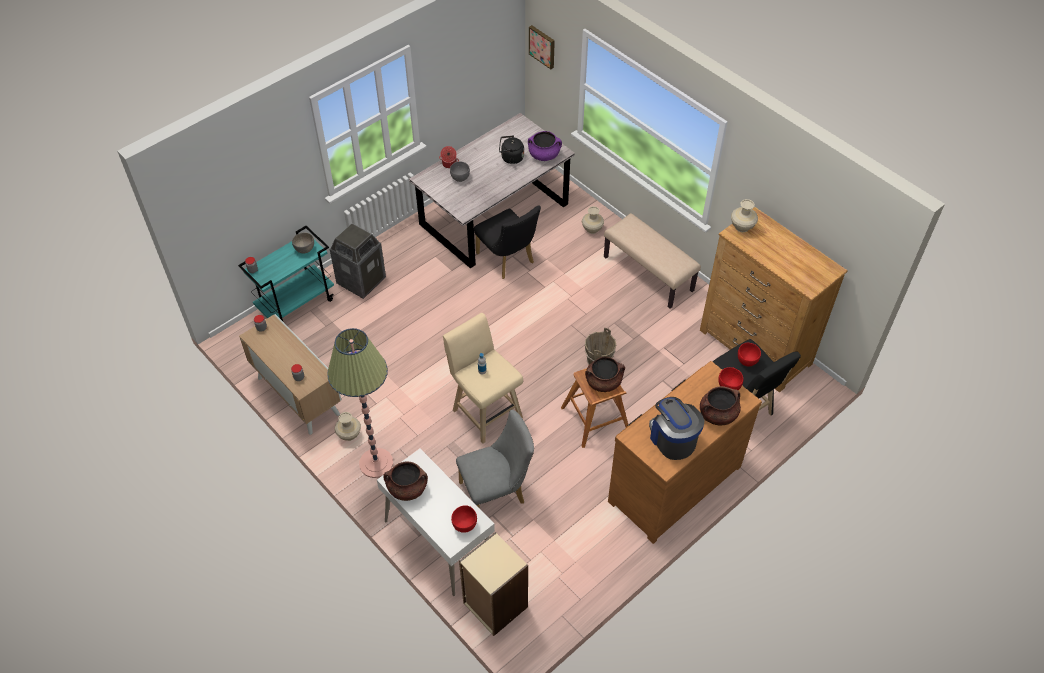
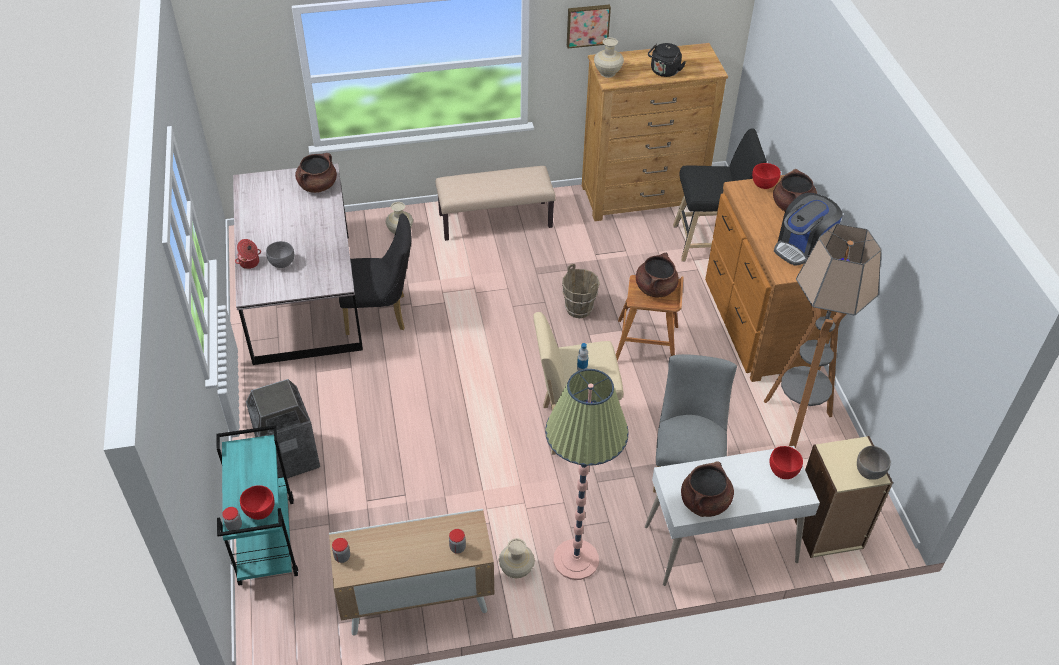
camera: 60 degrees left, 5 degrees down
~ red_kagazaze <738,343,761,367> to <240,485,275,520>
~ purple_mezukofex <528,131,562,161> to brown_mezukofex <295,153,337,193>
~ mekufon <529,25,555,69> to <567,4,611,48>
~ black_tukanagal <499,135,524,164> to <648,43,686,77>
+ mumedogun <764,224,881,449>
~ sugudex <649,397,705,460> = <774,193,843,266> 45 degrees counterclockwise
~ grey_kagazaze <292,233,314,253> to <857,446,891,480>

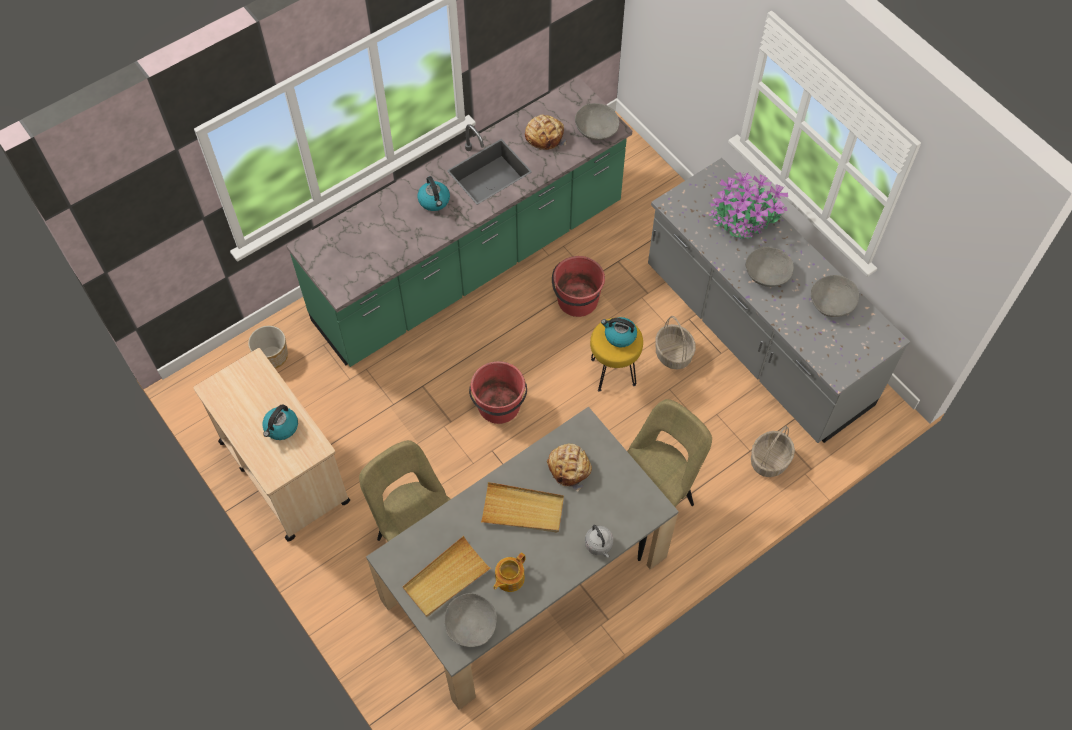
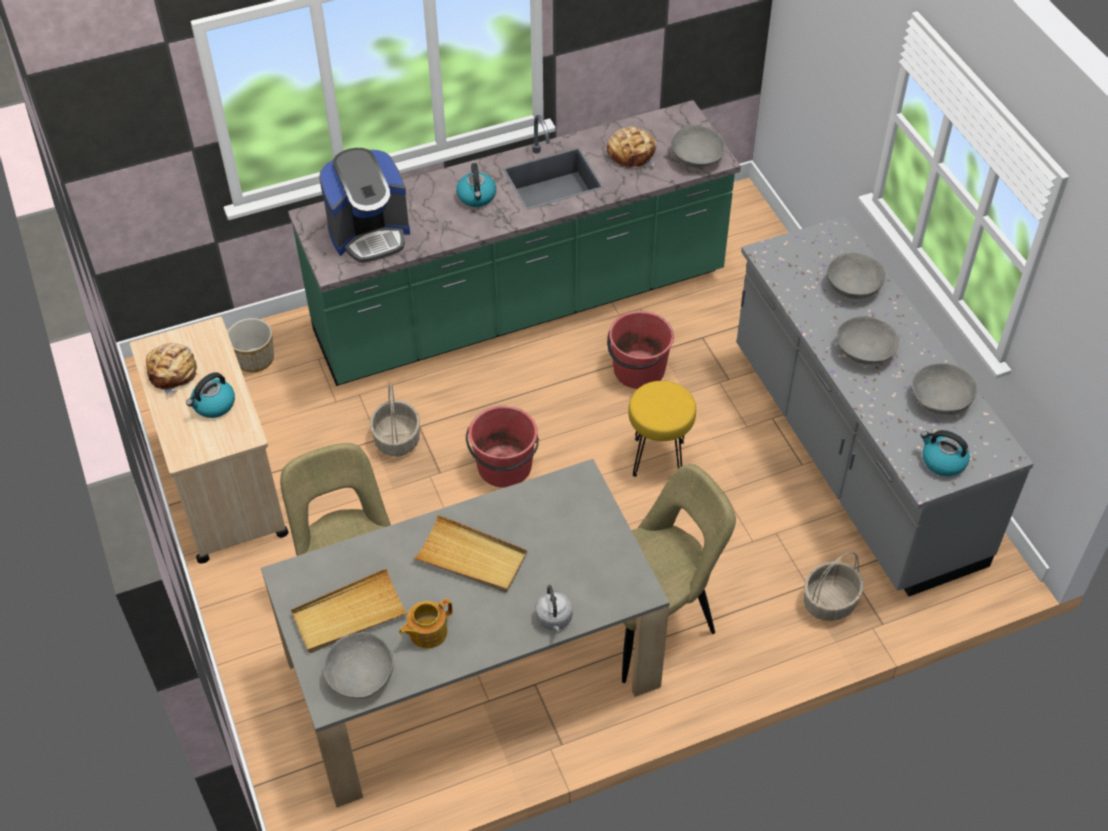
camera: 15 degrees right, 10 degrees down
~ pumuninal <547,444,592,492> to <146,343,198,396>
+ sugudex <319,148,410,263>
~ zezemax <655,316,696,370> to <370,383,420,457>
~ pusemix <709,172,788,239> to grey_kagazaze <827,253,886,299>
~ tukanagal <601,317,637,347> to <921,430,970,476>

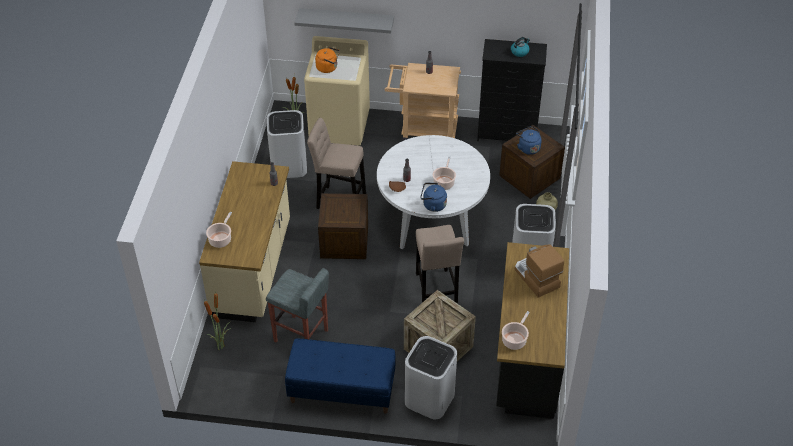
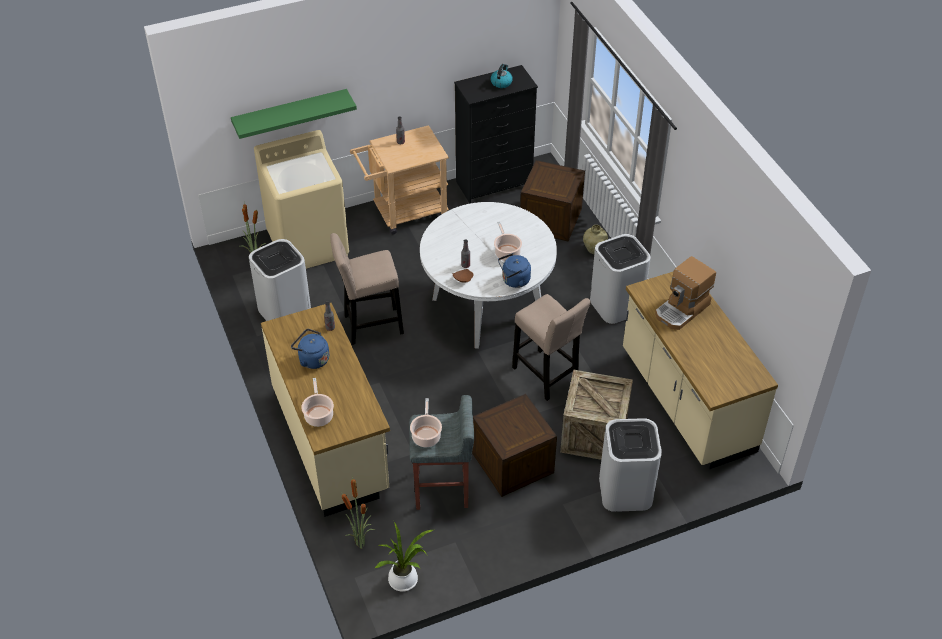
camera: 30 degrees left, 0 degrees up
~ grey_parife <294,8,394,33> to green_parife <231,89,357,139>
~ blue_tukanagal <516,126,542,155> to <291,329,329,369>
+ pusemix <375,522,433,592>
~ mezukofex <502,311,530,350> to <410,398,442,447>
~ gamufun <318,193,368,259> to <472,394,557,497>
~ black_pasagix <496,242,569,419> to beige_pasagix <623,271,778,469>
~ sugudex <515,245,564,298> = <655,256,716,330> 75 degrees counterclockwise
- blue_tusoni <285,339,396,414>
- orange_tukanagal <315,47,340,73>

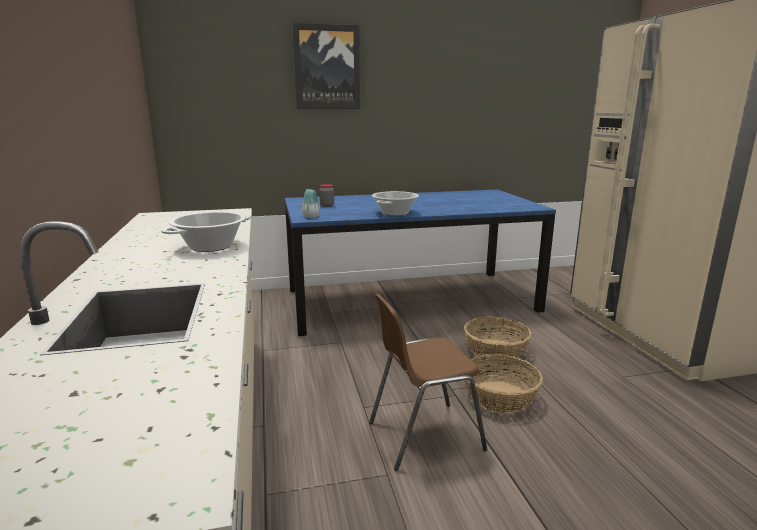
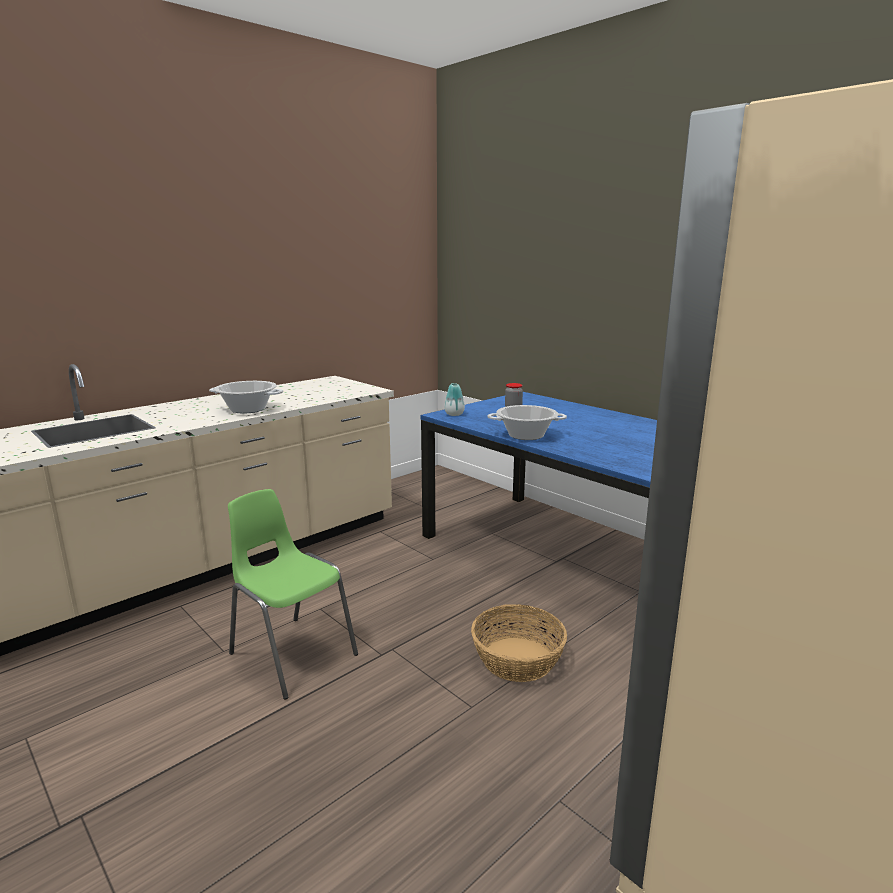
camera: 60 degrees right, 0 degrees up
~ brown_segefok <369,294,488,471> to green_segefok <228,489,358,700>
- mekufon <293,23,360,109>
- zezemax <464,354,543,414>

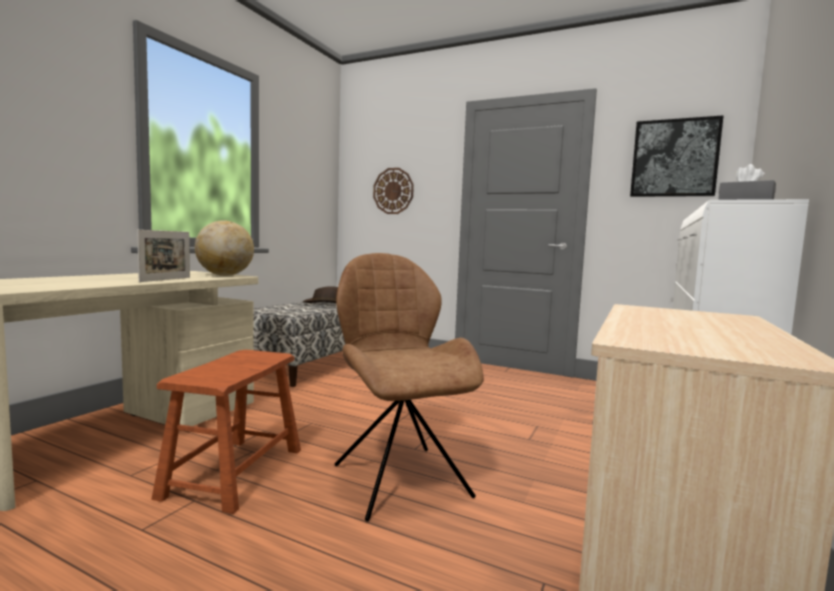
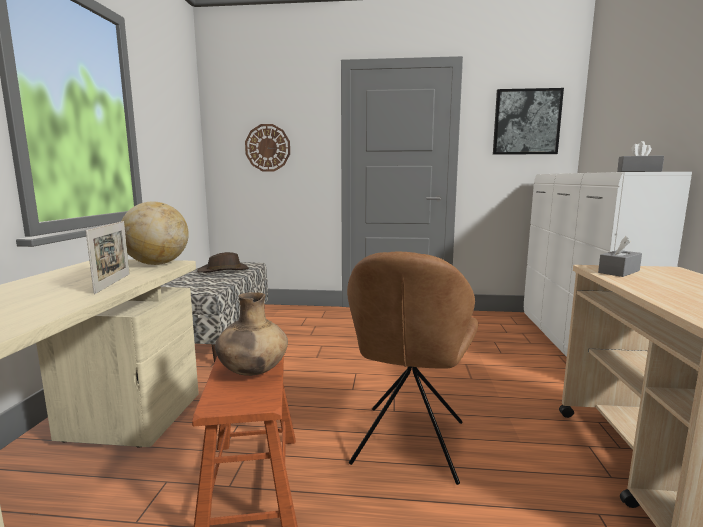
camera: 20 degrees left, 5 degrees up
+ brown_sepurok <215,292,288,376>
~ brown_segefok <335,253,484,521> = <347,252,478,485> 120 degrees counterclockwise
+ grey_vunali <598,236,642,277>

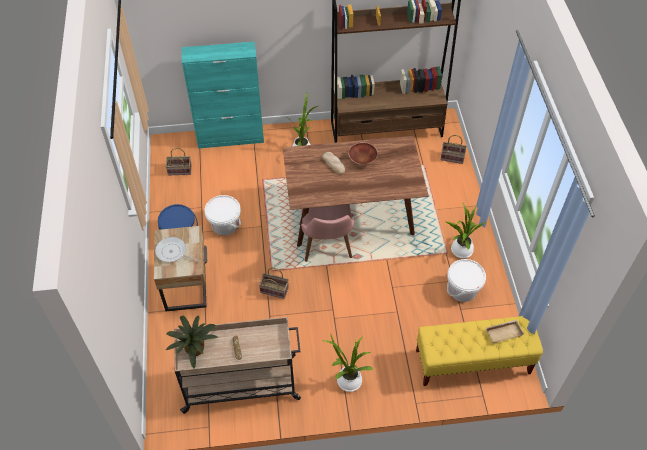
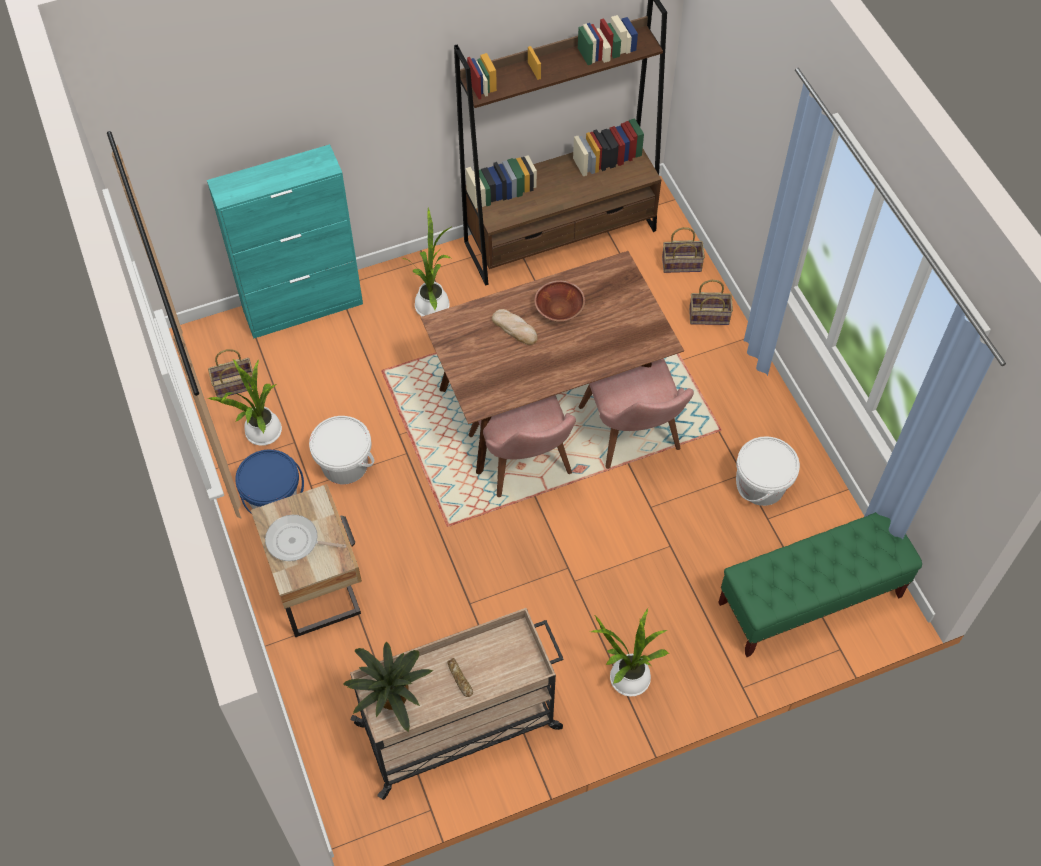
camera: 15 degrees left, 5 degrees up
~ pusemix <446,203,488,258> to <208,359,282,446>
+ pink_segefok <579,358,694,469>
~ zezemax <259,268,289,299> to <689,280,733,325>
~ yellow_tusoni <416,316,543,386> to green_tusoni <718,512,922,657>
- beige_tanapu <485,320,524,343>

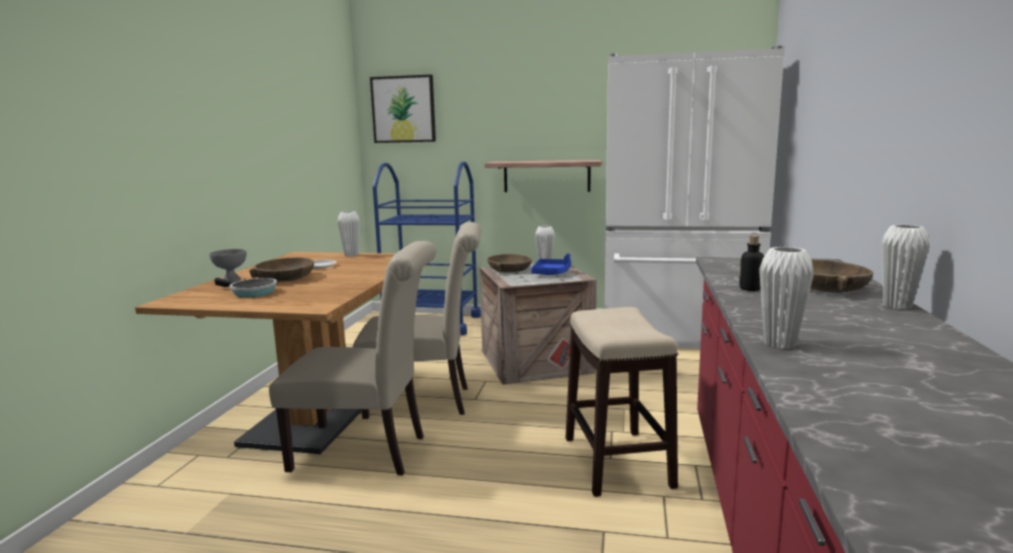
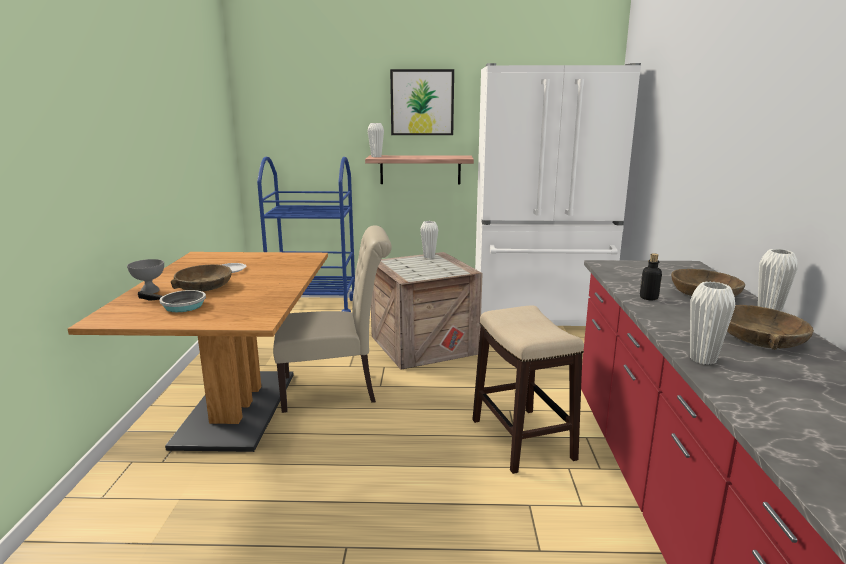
camera: 10 degrees left, 5 degrees up
~ white_sepurok <337,211,360,256> to <368,123,384,157>
~ mekufon <370,75,436,143> to <390,69,454,135>
~ brown_kagazaze <487,254,532,273> to <727,305,814,350>
- beige_segefok <269,241,436,475>
- blue_tanapu <531,253,571,275>

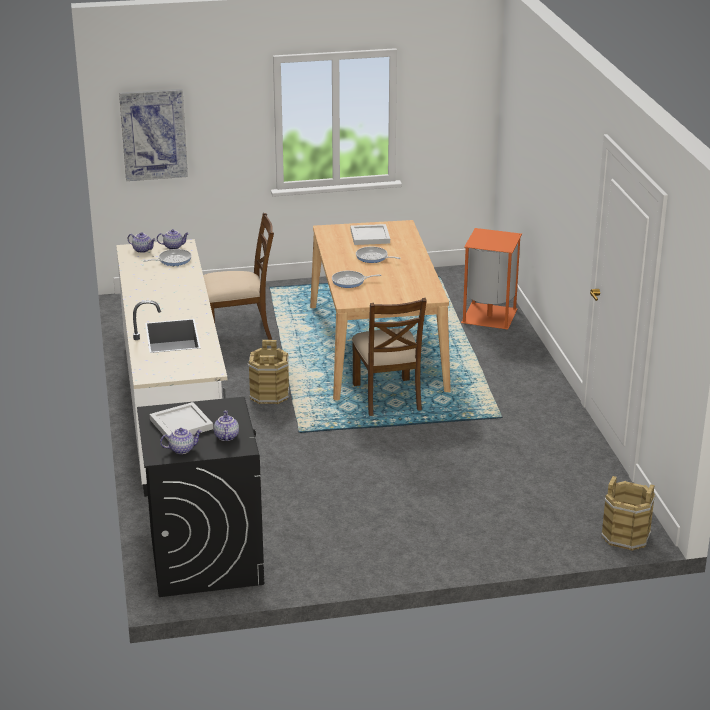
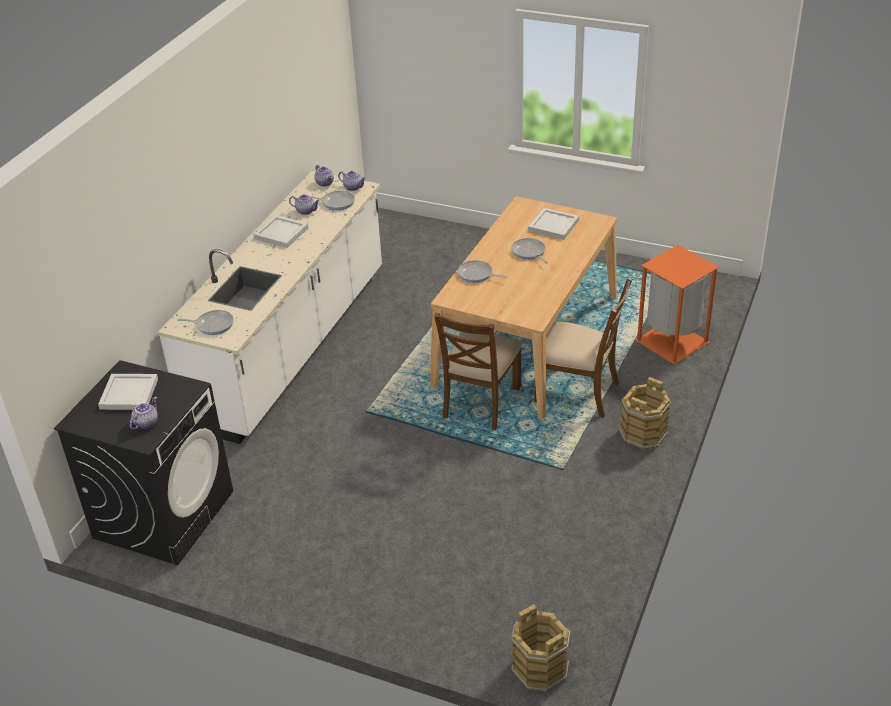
camera: 35 degrees right, 10 degrees up
+ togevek <177,310,234,335>
+ white_tanapu <254,215,308,248>
~ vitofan <160,428,202,454> to <289,194,320,215>
~ brown_segefok <203,213,274,340> to <535,277,632,417>
~ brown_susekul <248,340,289,404> to <619,377,671,450>
- mekufon <119,89,188,181>

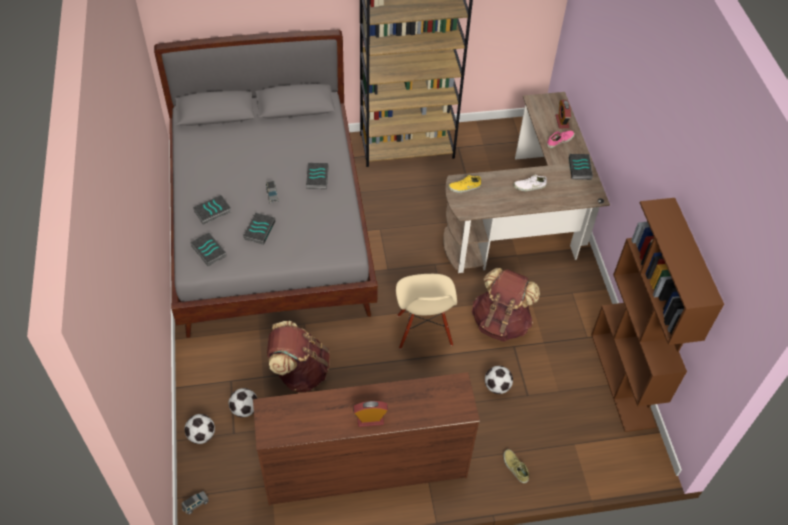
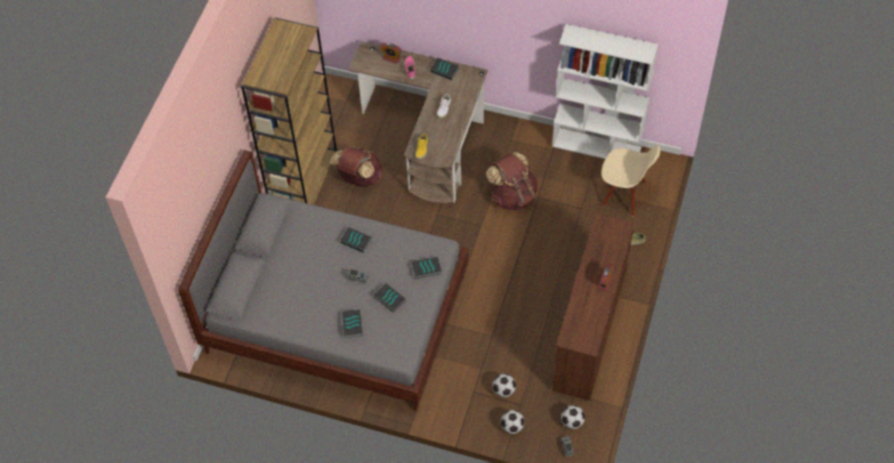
camera: 60 degrees left, 5 degrees up
~ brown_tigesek <267,321,330,392> to <330,146,383,187>
~ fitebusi <190,233,226,267> to <412,257,442,279>
~ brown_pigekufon <591,198,724,432> to white_pigekufon <552,24,658,159>
~ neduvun <485,366,513,394> to <561,405,585,429>
~ beige_segefok <396,274,457,349> to <601,145,660,216>

